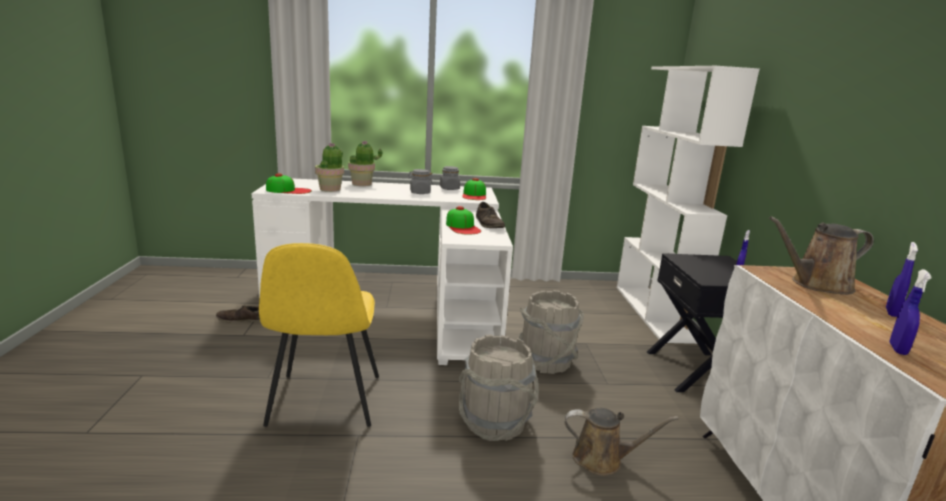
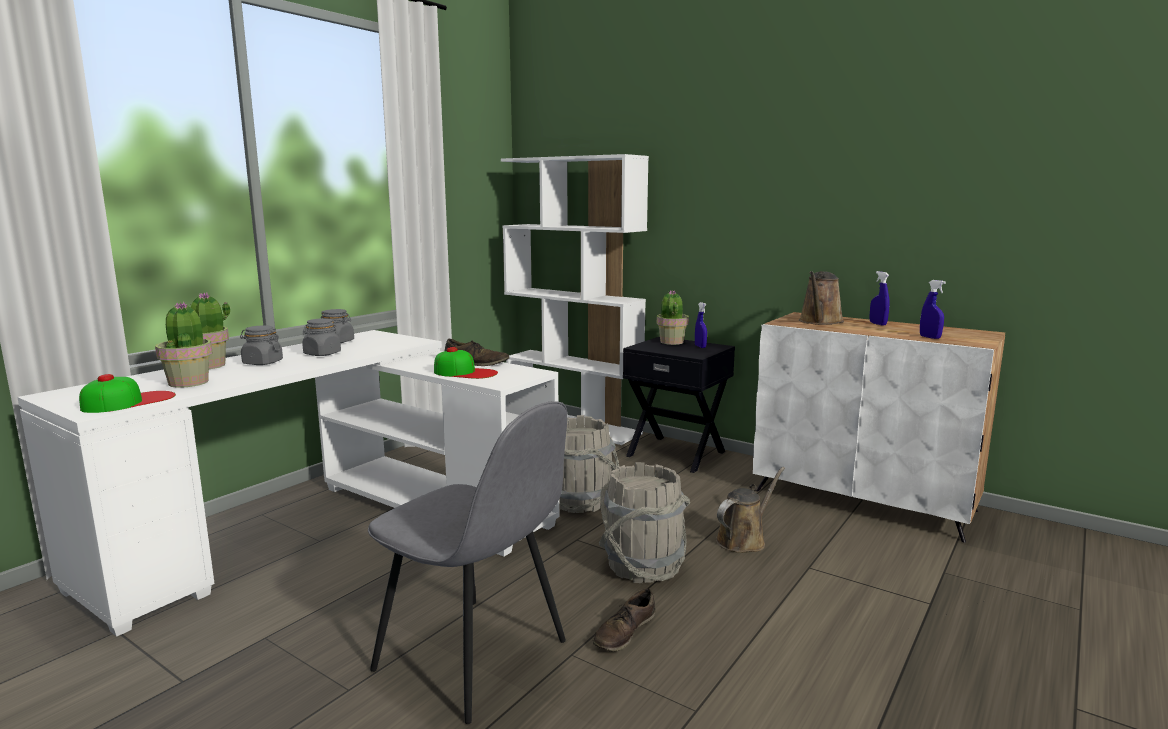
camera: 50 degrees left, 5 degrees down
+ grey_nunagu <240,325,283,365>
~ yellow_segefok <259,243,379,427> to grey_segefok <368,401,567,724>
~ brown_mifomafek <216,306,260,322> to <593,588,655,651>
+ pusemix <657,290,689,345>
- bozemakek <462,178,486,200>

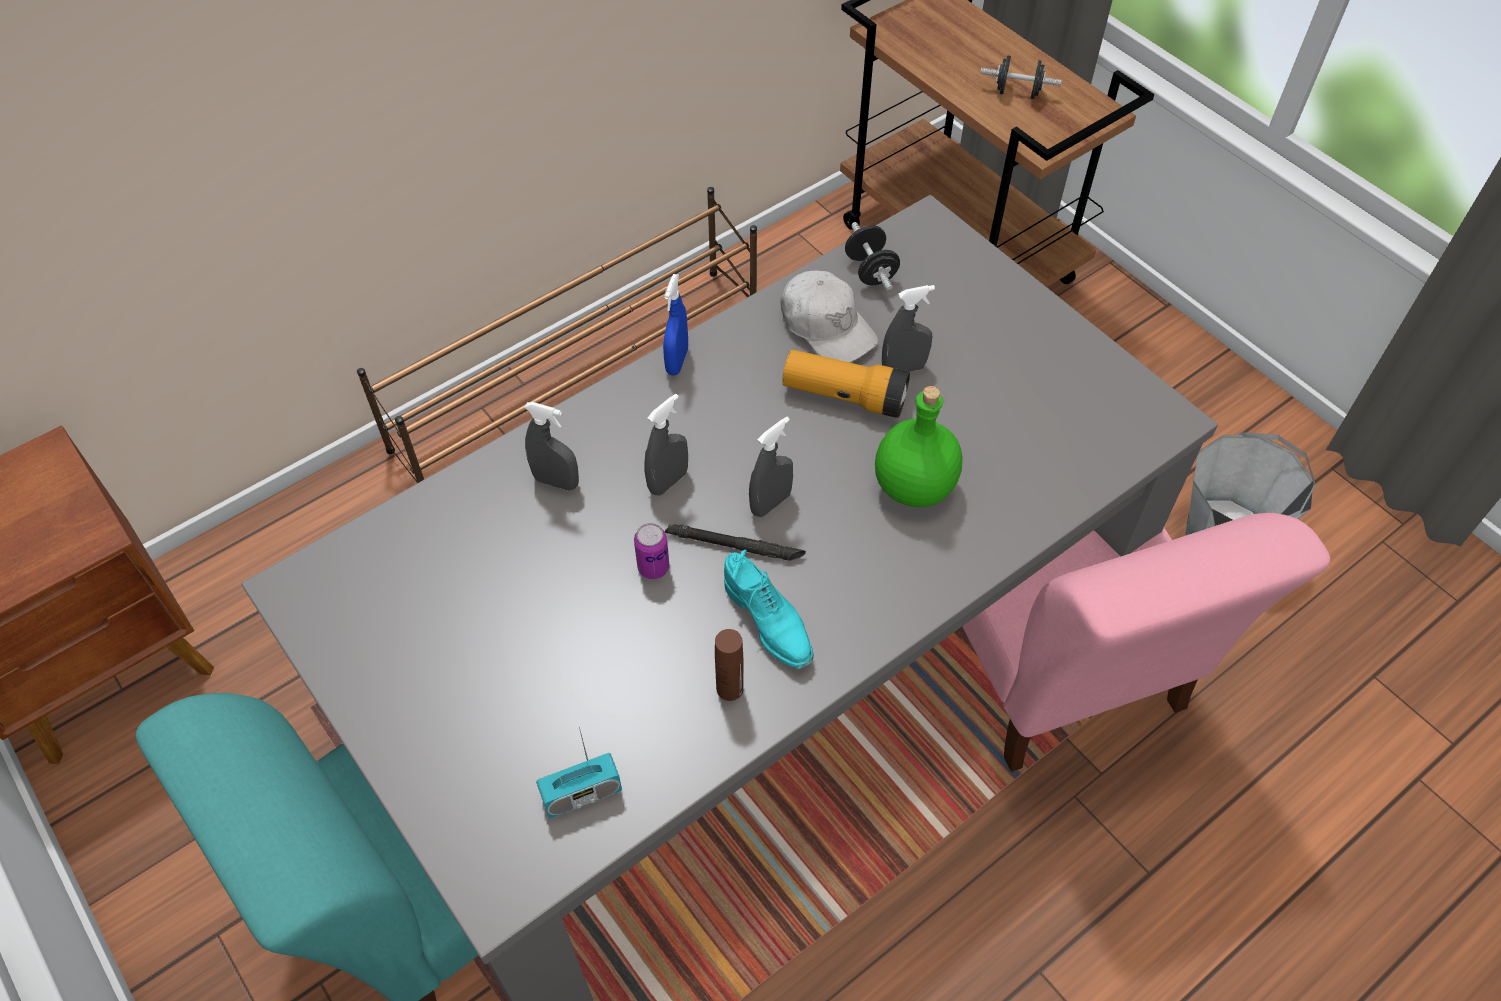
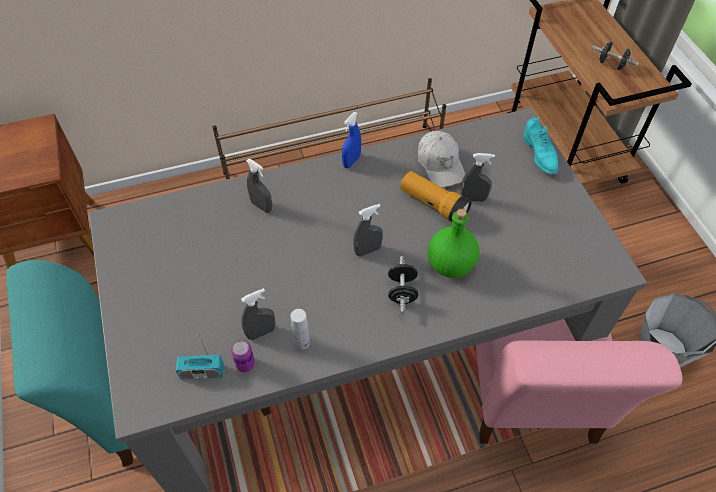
camera: 20 degrees right, 0 degrees up
~ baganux <634,523,669,579> to <231,340,255,372>
~ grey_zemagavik <644,394,688,496> to <241,288,275,340>
~ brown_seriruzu <715,629,744,701> to white_seriruzu <291,309,310,350>
~ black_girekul <845,222,900,291> to <388,256,418,313>
~ turquoise_mifomafek <724,550,814,669> to <523,117,559,175>
- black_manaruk <665,524,806,561>

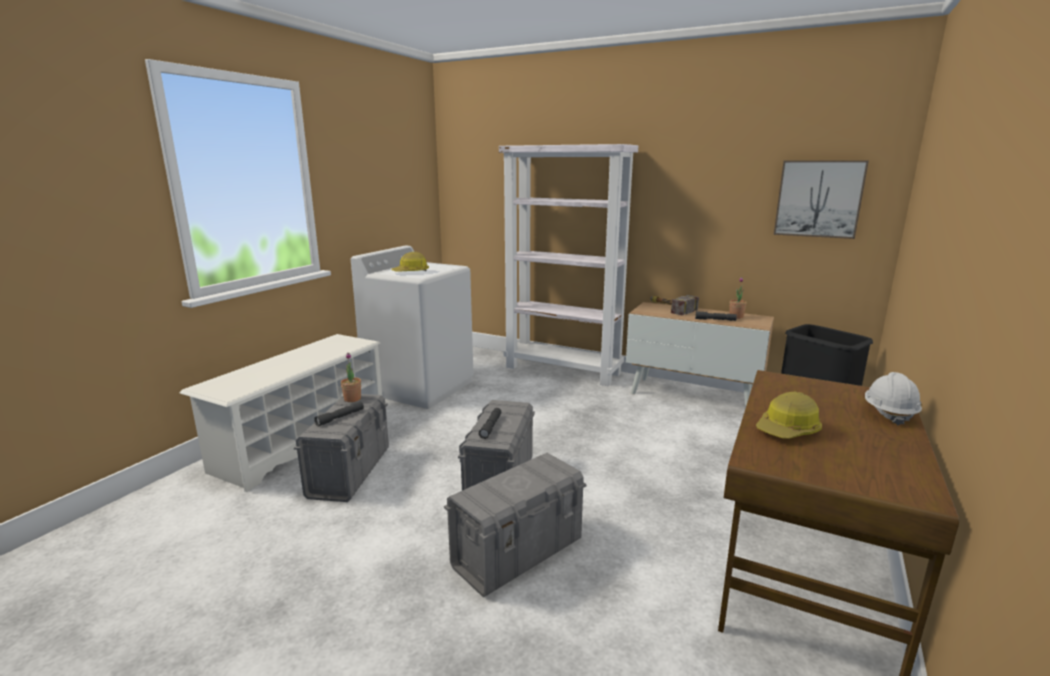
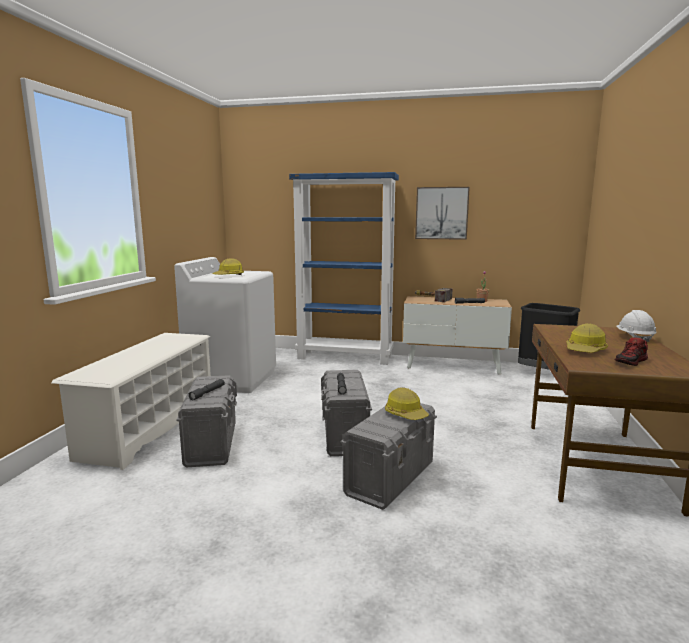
camera: 15 degrees left, 5 degrees down
~ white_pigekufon <499,144,638,386> to blue_pigekufon <289,172,399,365>
+ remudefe <385,387,429,420>
~ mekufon <774,160,869,239> to <415,187,470,240>
+ mifomafek <615,337,648,366>
- pusemix <341,353,361,402>

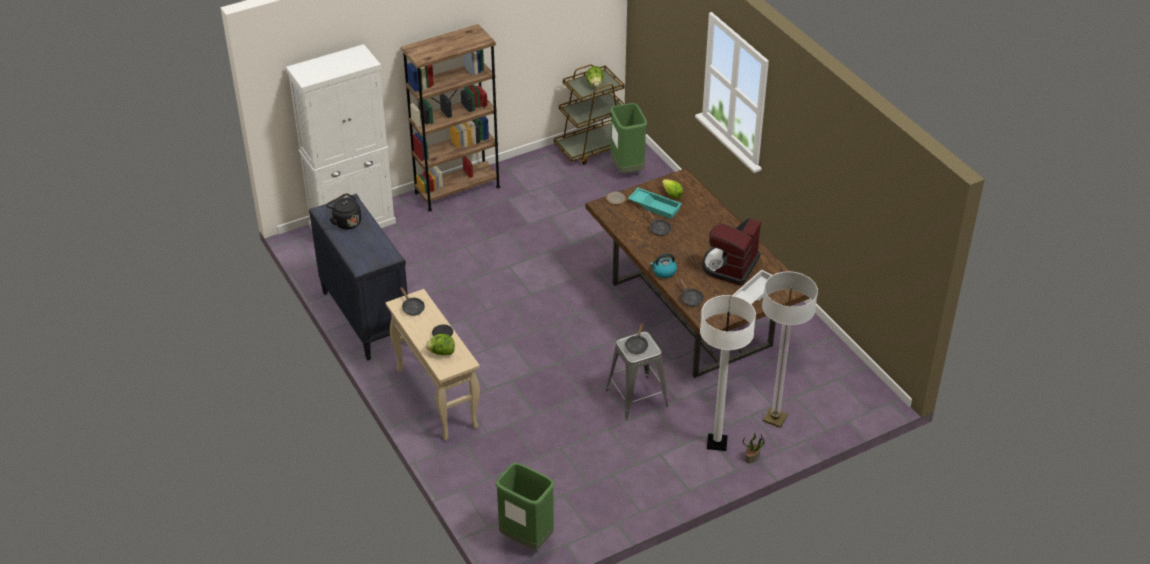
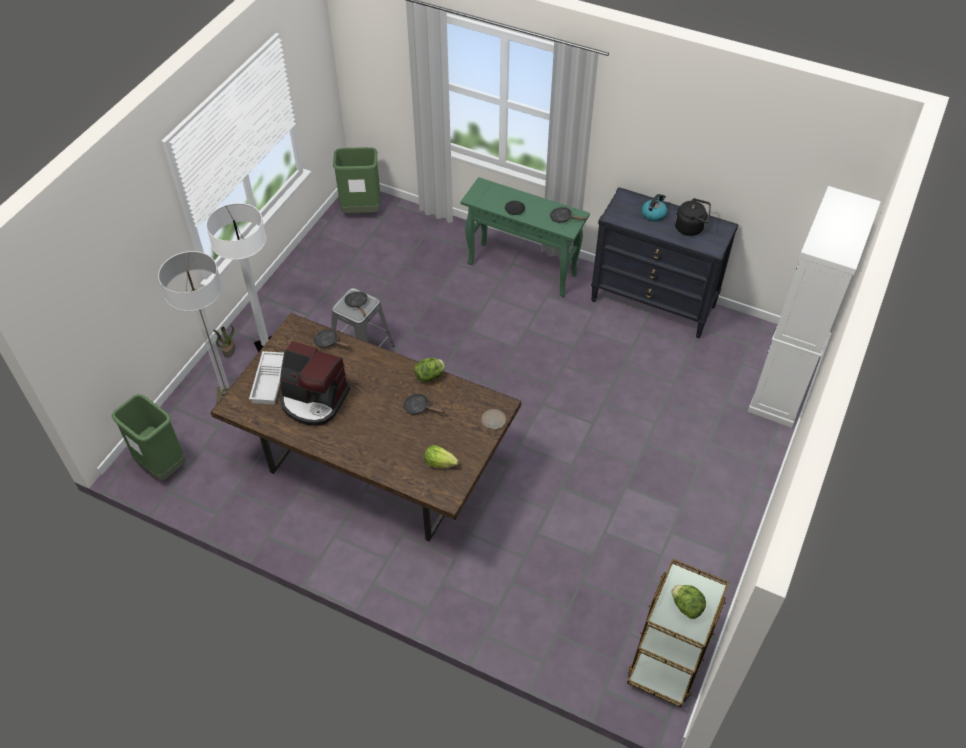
camera: 145 degrees right, 10 degrees up
~ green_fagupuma <610,103,647,173> to <112,394,186,480>
~ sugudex <702,218,761,285> = <280,341,350,426> 120 degrees clockwise
~ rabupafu <426,334,455,355> to <414,358,445,382>
~ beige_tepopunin <386,289,480,440> to green_tepopunin <461,177,590,297>
~ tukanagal <650,253,677,278> to <642,194,667,222>
- brown_pigekufon <401,24,500,212>
- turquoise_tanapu <628,188,682,219>

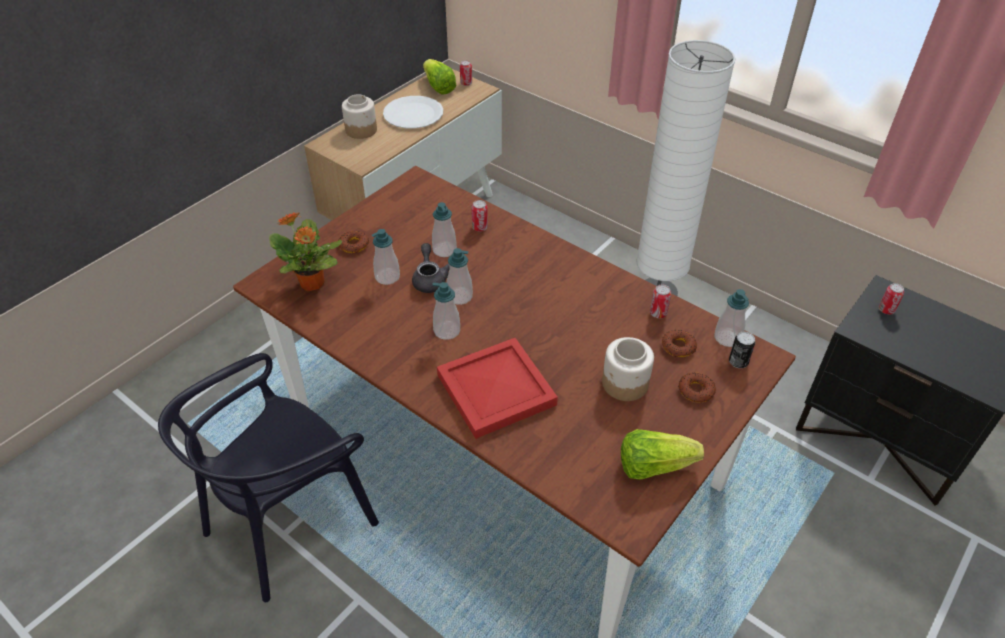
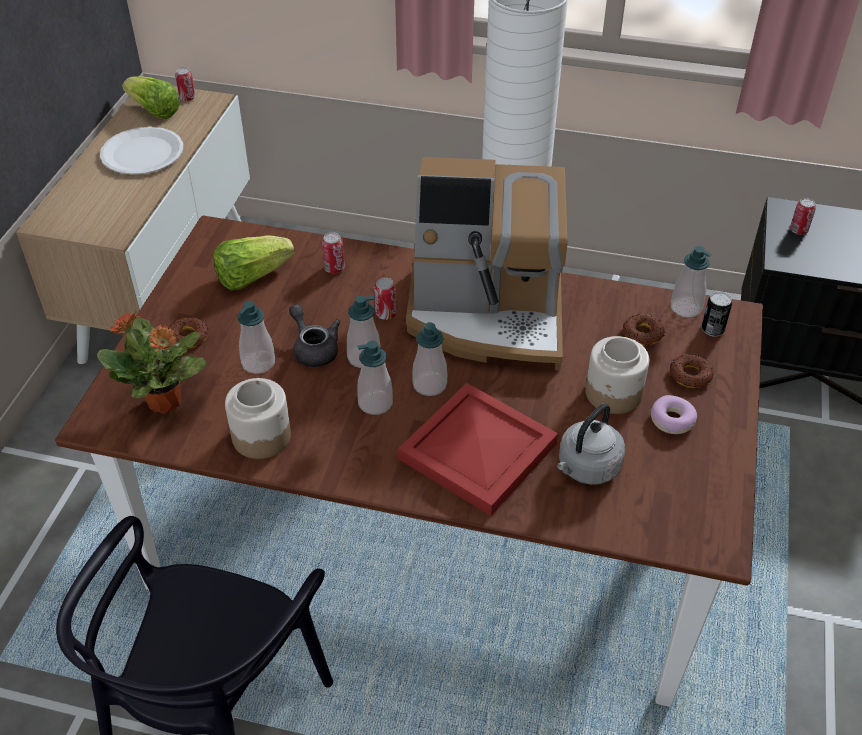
camera: 25 degrees left, 0 degrees up
~ rabupafu <621,429,704,480> to <213,235,295,291>
~ nunagu <342,94,377,139> to <225,378,291,459>
~ baganux <650,285,671,318> to <374,277,397,320>
+ sugudex <406,157,568,370>
~ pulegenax <432,202,457,257> to <412,322,447,396>
+ grey_tukanagal <557,403,625,485>
+ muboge <651,395,697,434>

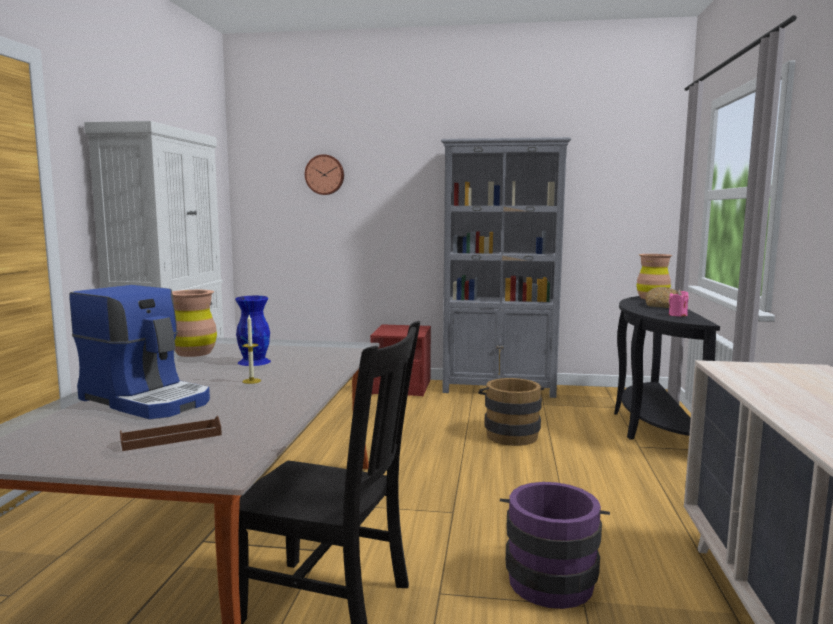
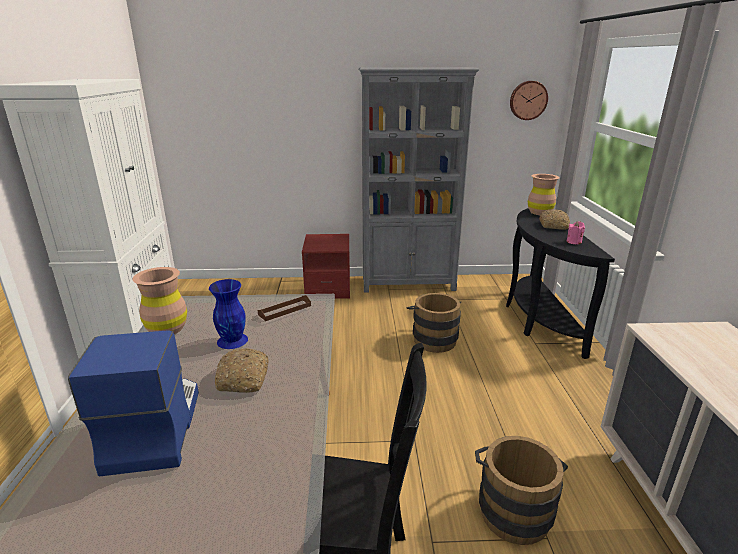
camera: 10 degrees left, 15 degrees up
~ sugudex <69,285,210,419> = <68,330,199,476> 120 degrees counterclockwise
~ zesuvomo <242,315,261,384> to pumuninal <215,348,268,393>
~ brown_tanapu <120,416,222,451> to <257,295,311,321>
~ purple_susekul <500,482,610,609> to brown_susekul <475,436,568,545>
~ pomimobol <305,154,344,195> to <510,81,548,120>

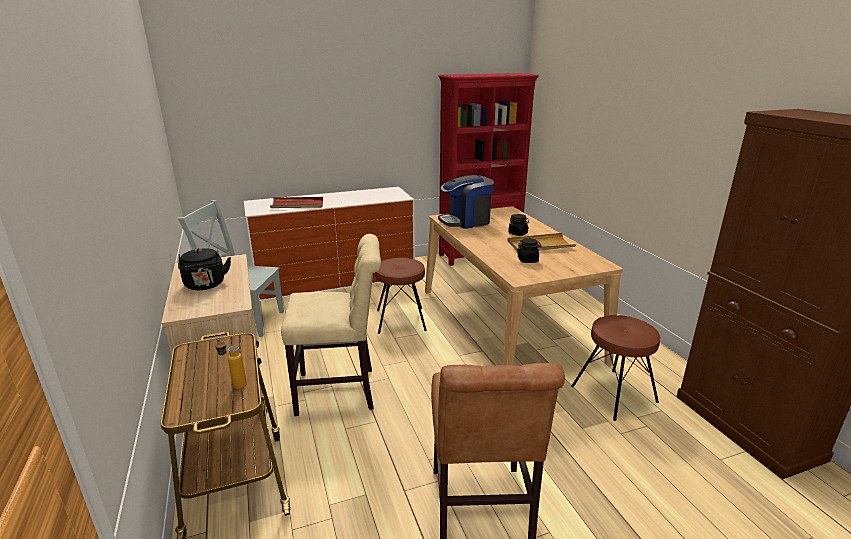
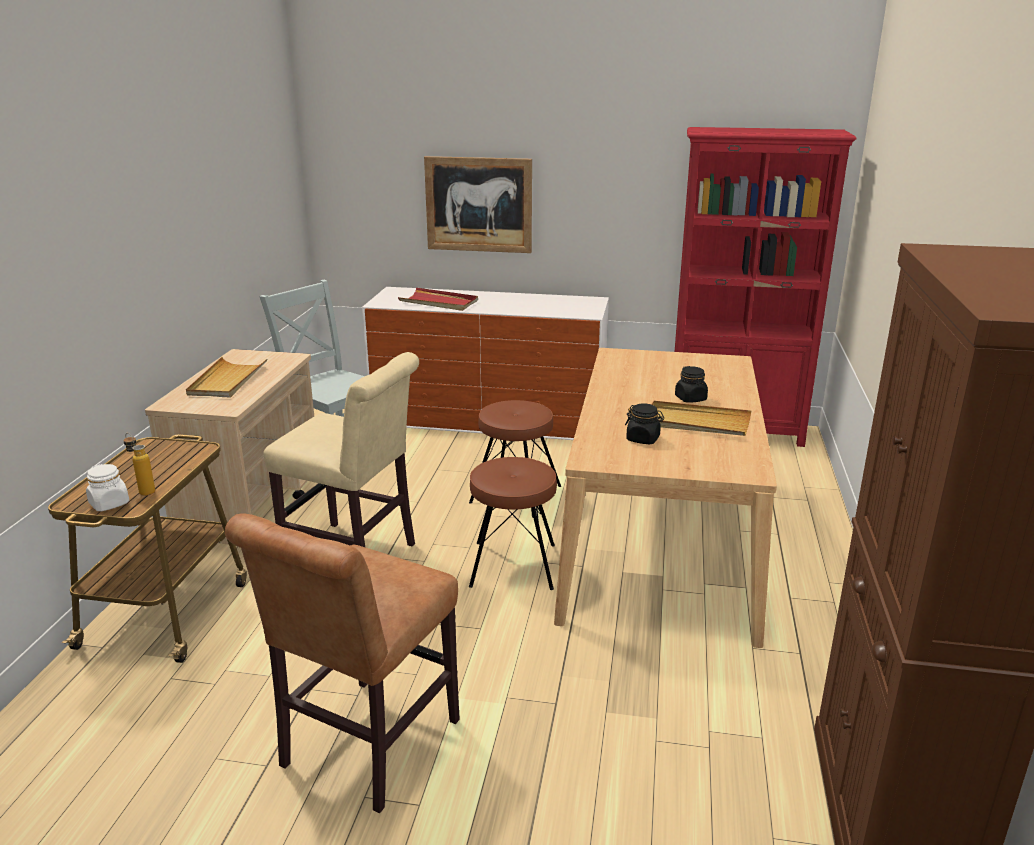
camera: 30 degrees right, 0 degrees up
+ white_nunagu <86,464,129,511>
~ black_tukanagal <178,248,231,290> to beige_tanapu <186,357,267,398>
+ mekufon <424,156,532,253>
~ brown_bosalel <571,315,660,421> to <469,457,557,590>
- sugudex <438,175,494,229>

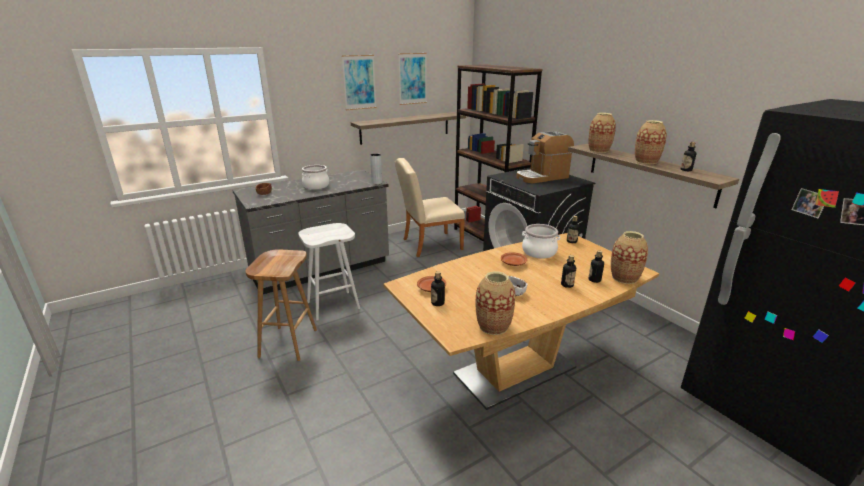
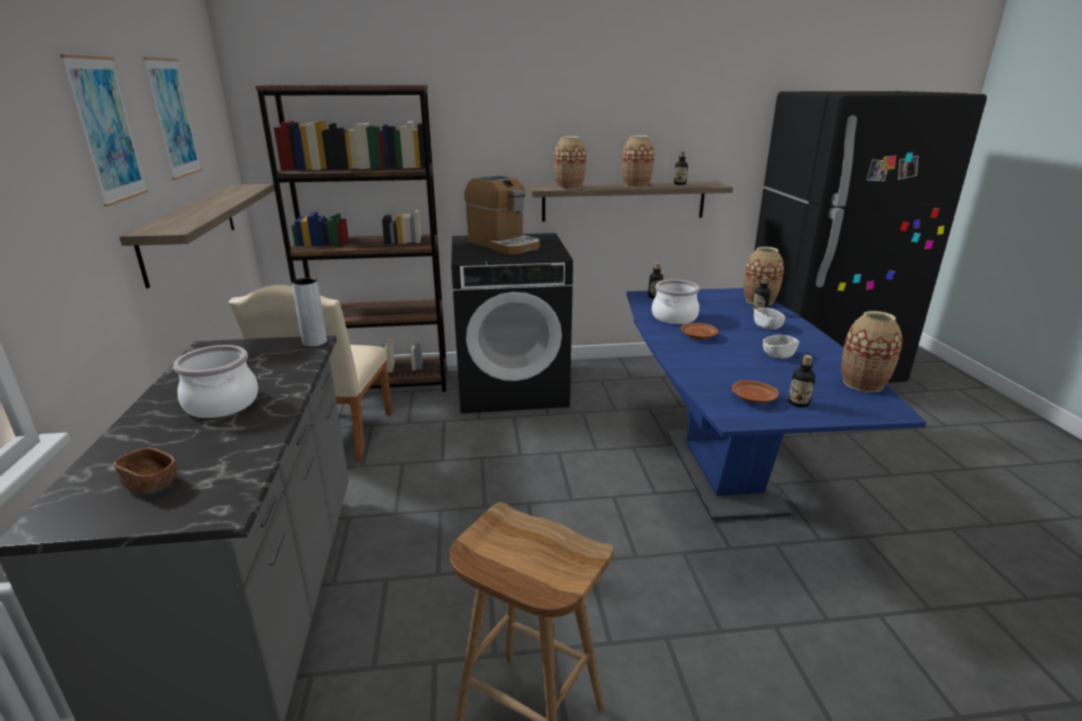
camera: 65 degrees left, 0 degrees up
~ sugudex <516,131,574,183> = <464,175,540,254> 45 degrees counterclockwise
~ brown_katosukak <383,233,659,410> to blue_katosukak <627,288,926,520>
~ seriruzu <561,255,576,288> to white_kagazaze <754,308,785,330>
- white_bosalel <298,223,360,320>

